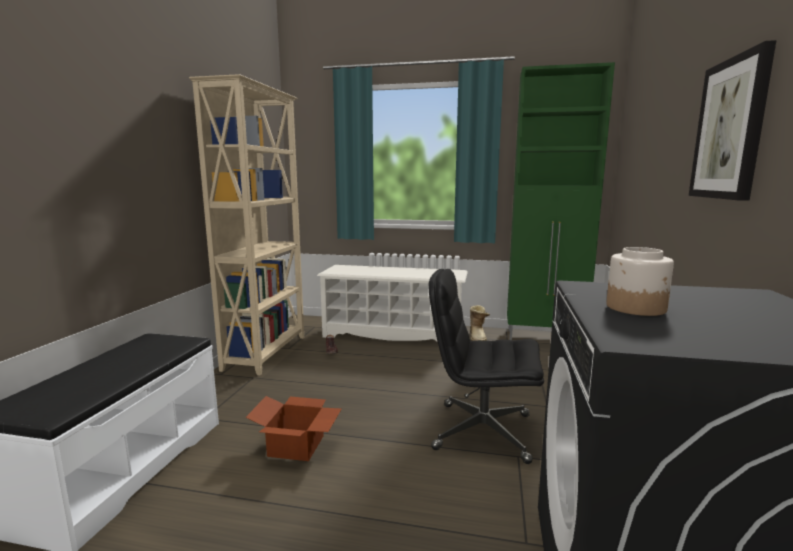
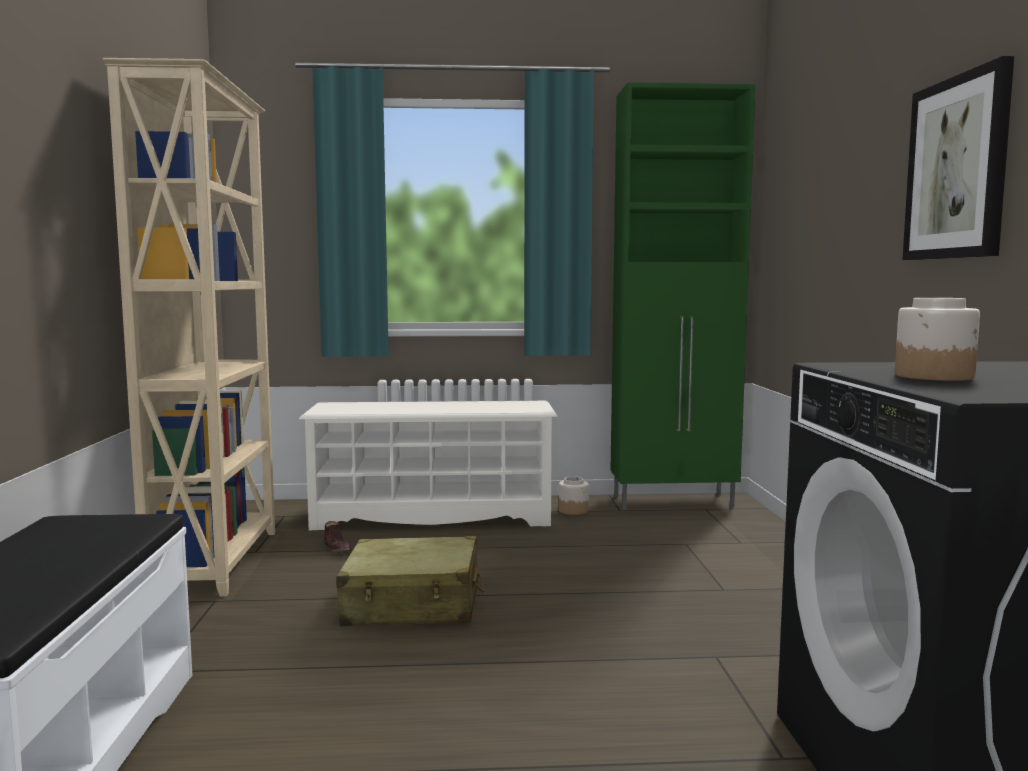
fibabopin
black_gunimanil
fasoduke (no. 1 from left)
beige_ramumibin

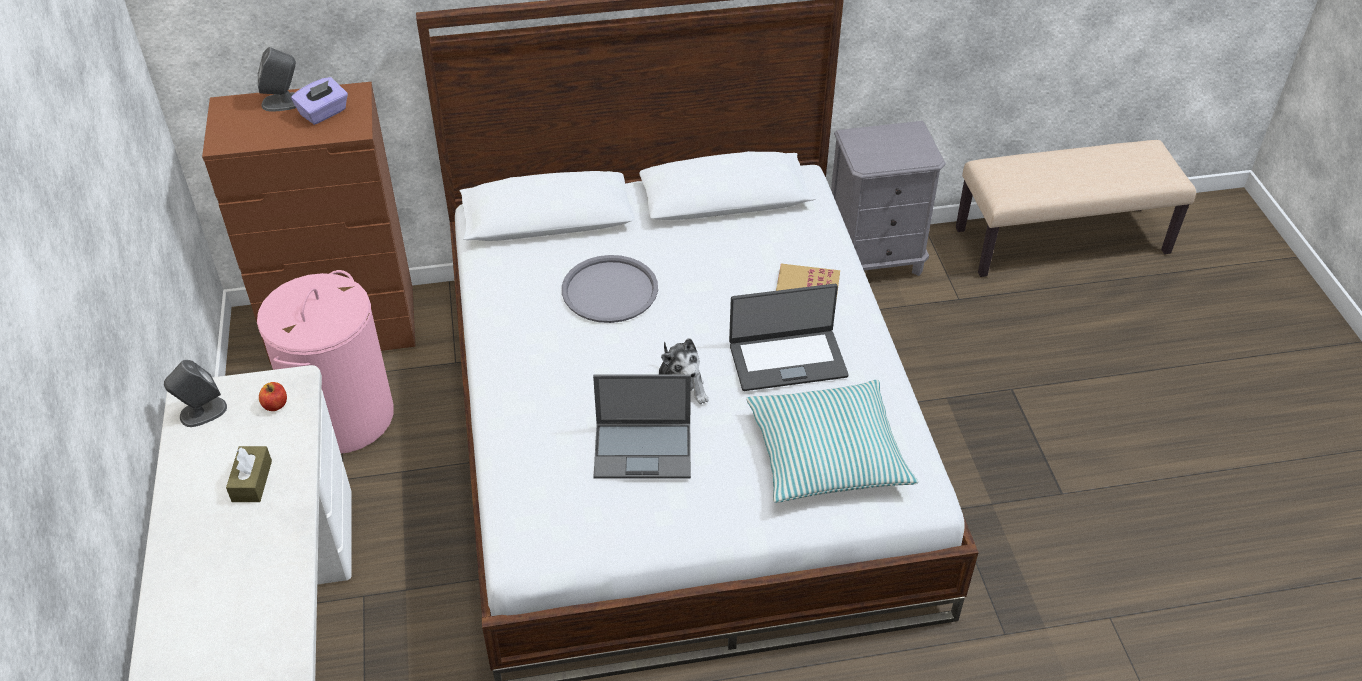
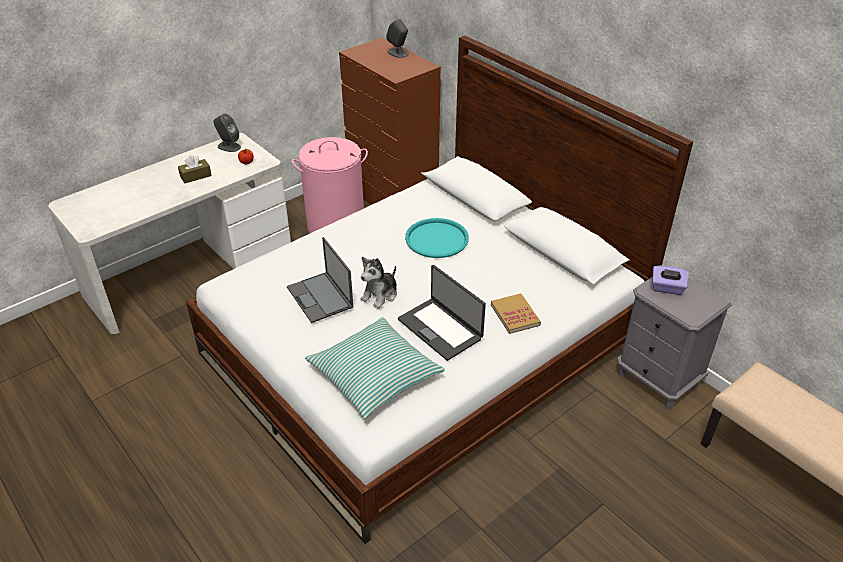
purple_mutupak
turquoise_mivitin

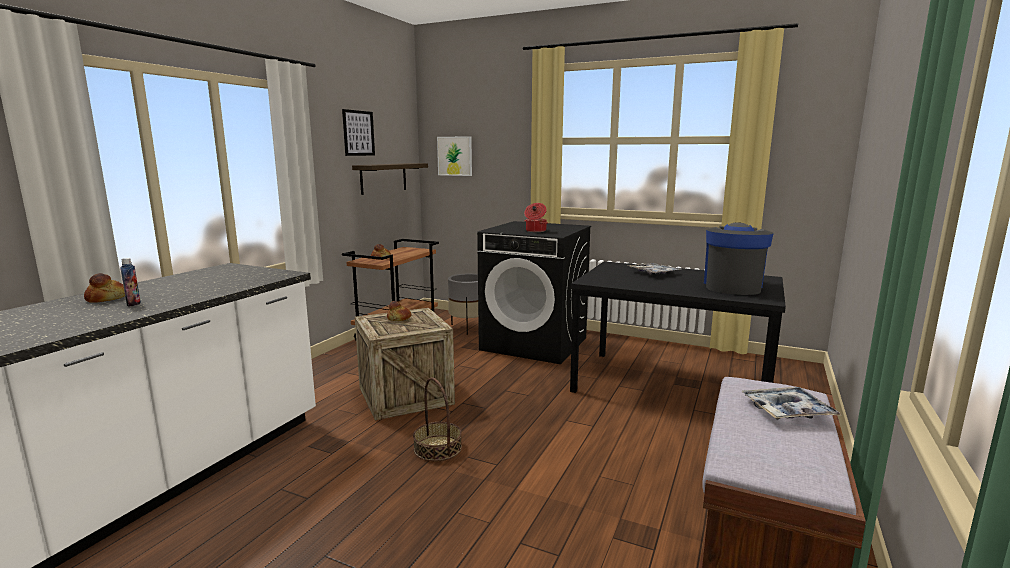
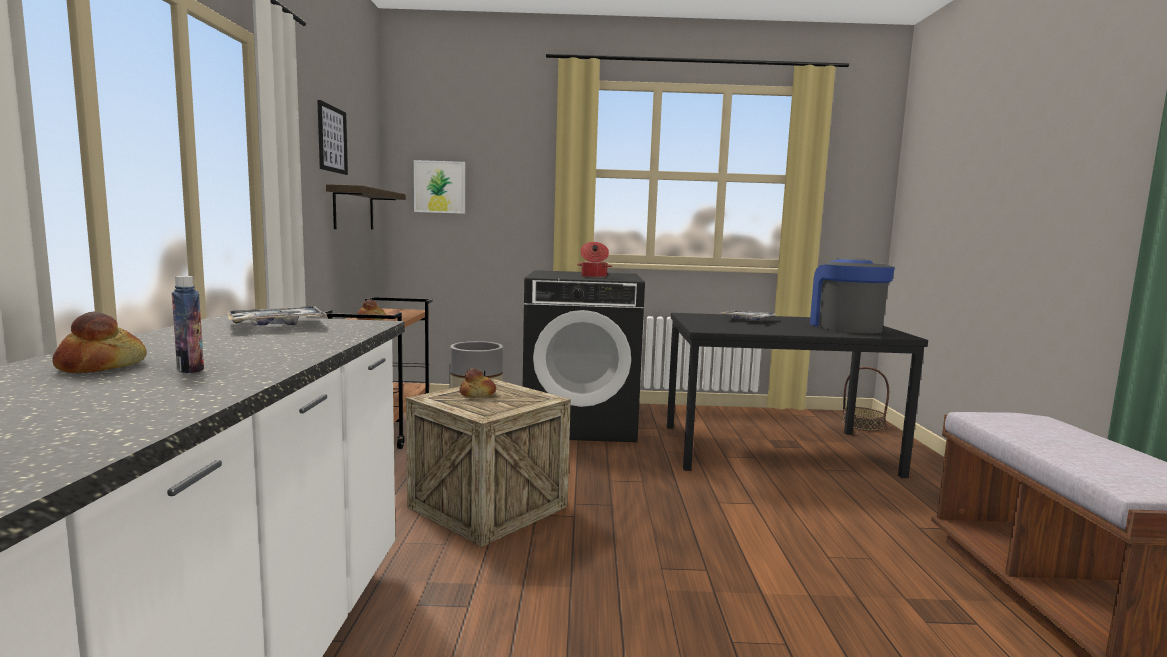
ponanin
mivitin (no. 1 from left)

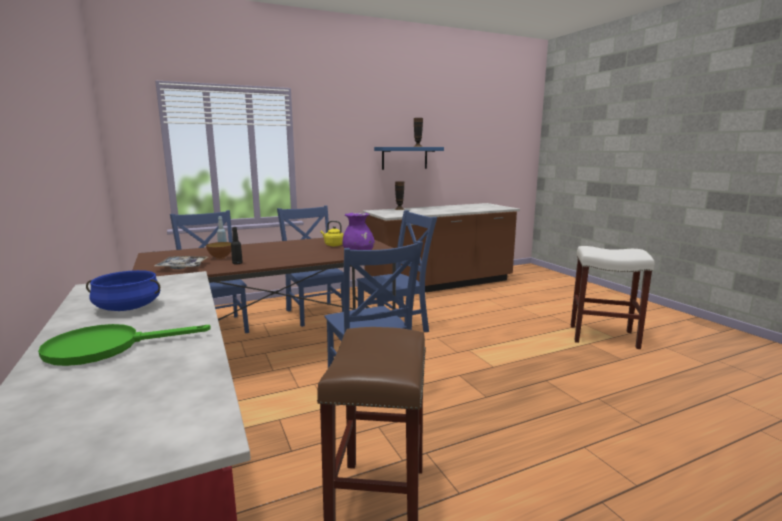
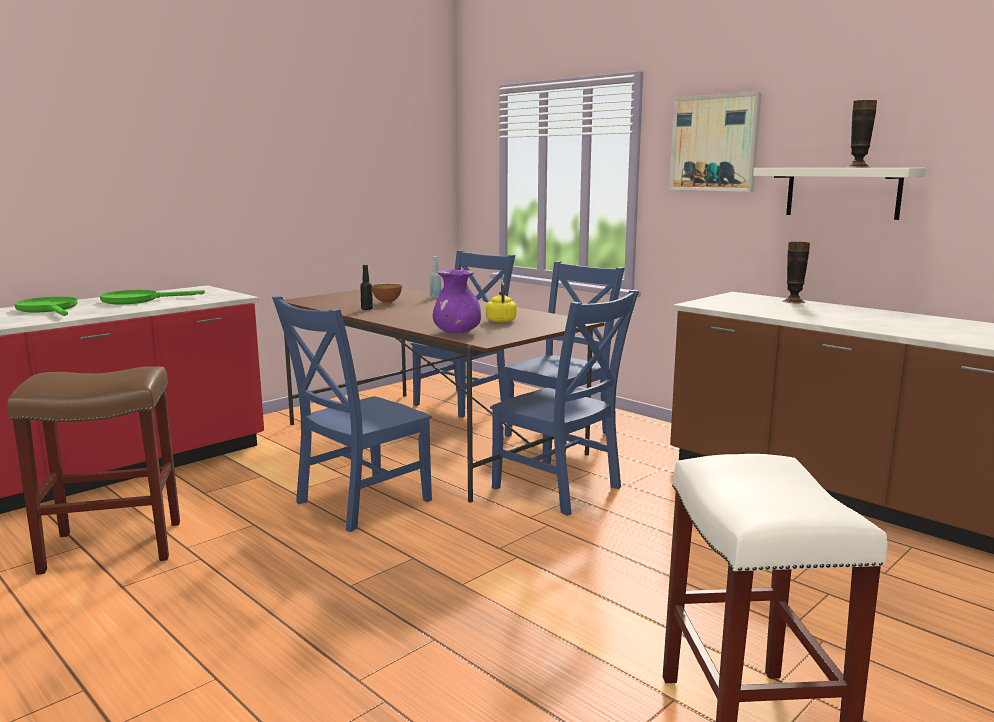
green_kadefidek (no. 2 from left)
mivitin
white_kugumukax
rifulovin

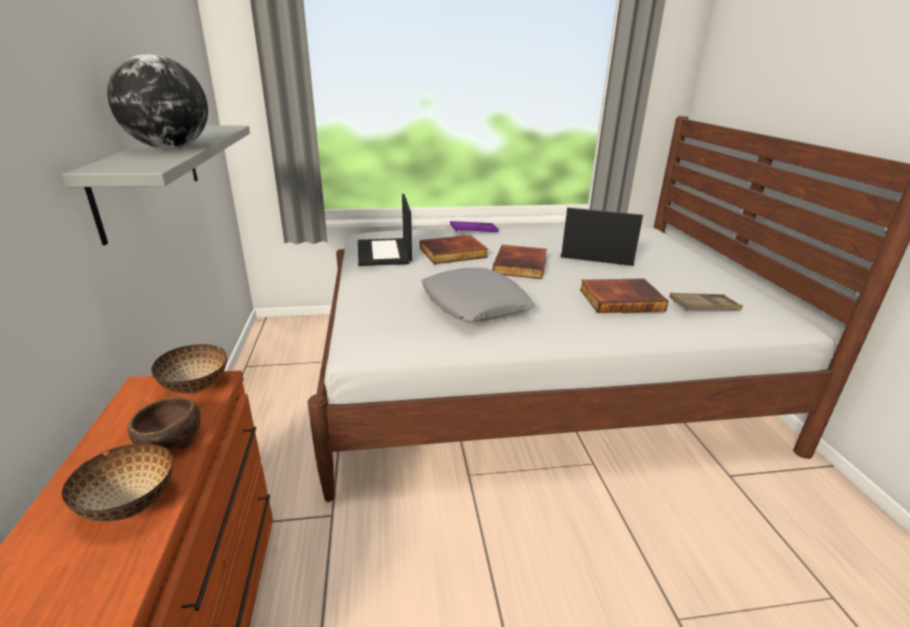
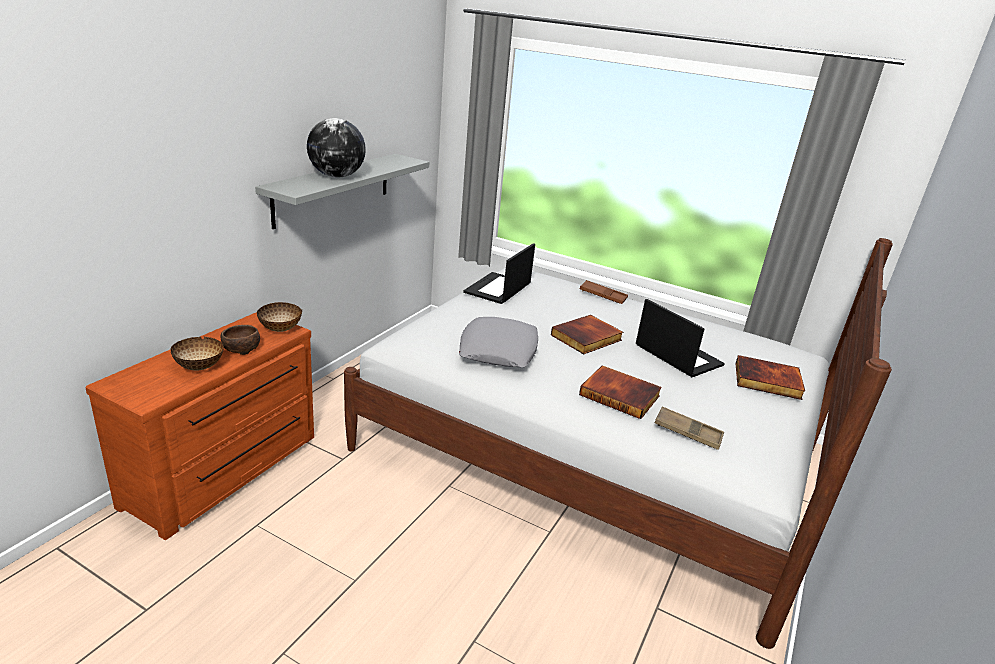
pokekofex (no. 3 from left)
brown_mivitin (no. 1 from left)

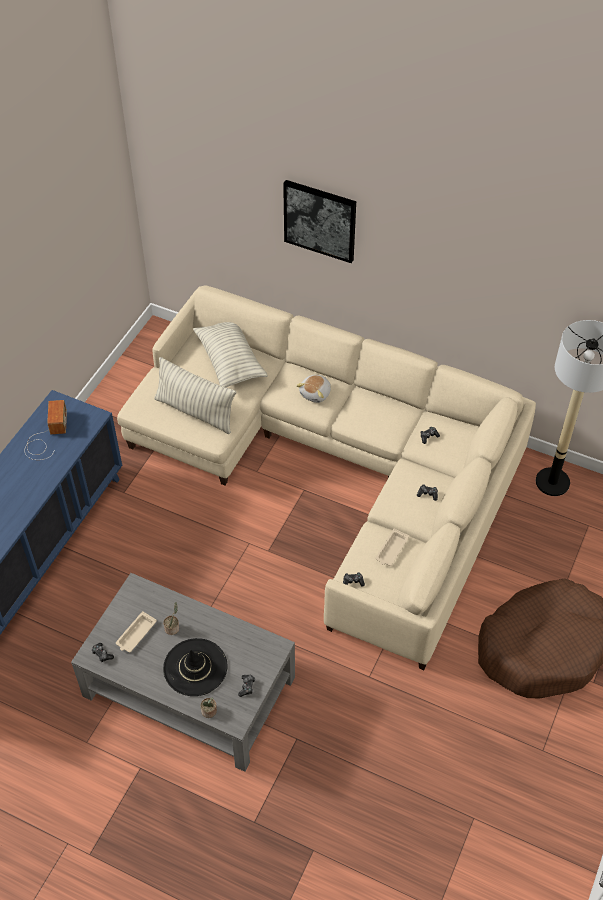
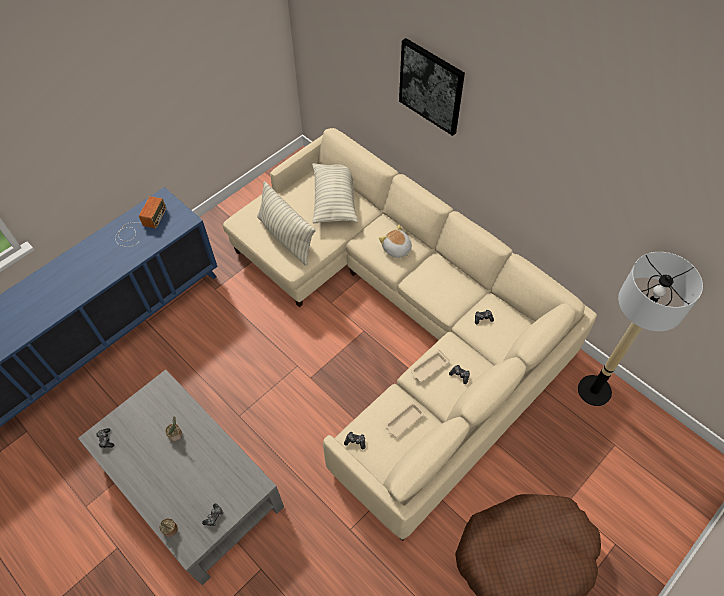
beige_mivitin (no. 2 from left)
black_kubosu
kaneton

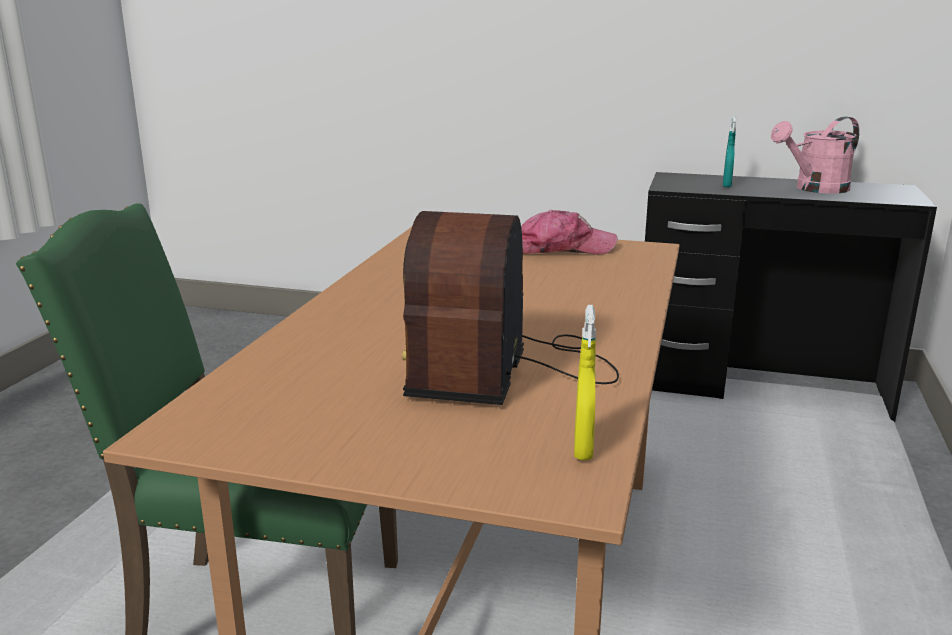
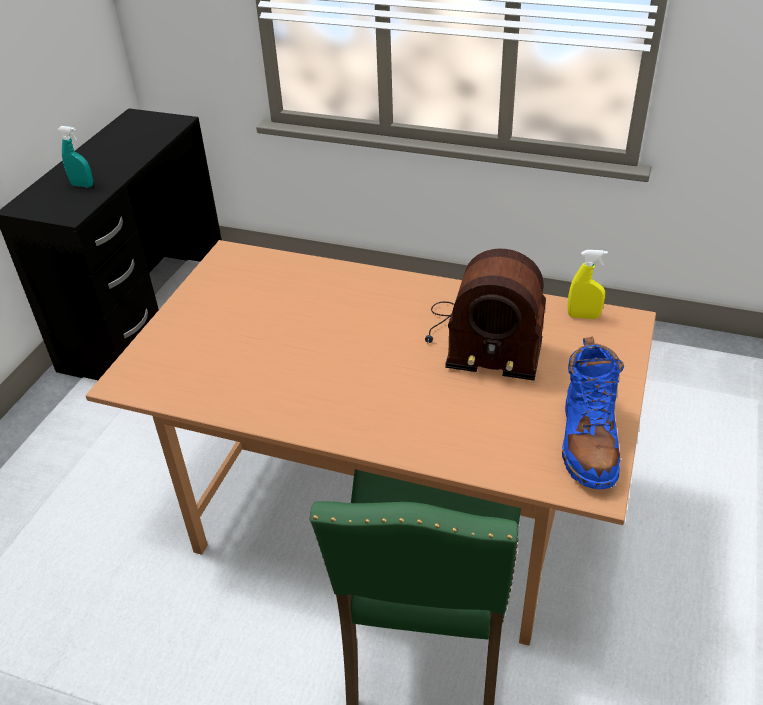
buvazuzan
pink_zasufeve
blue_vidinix

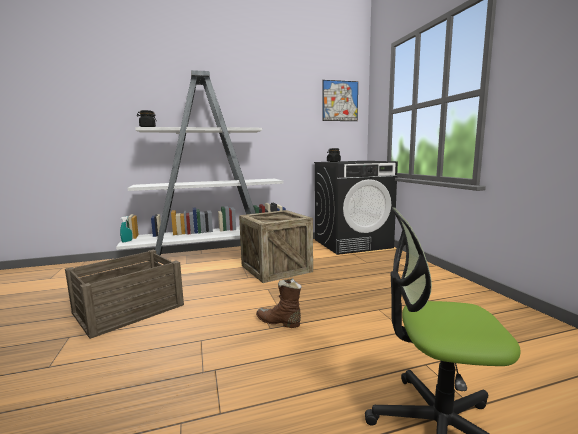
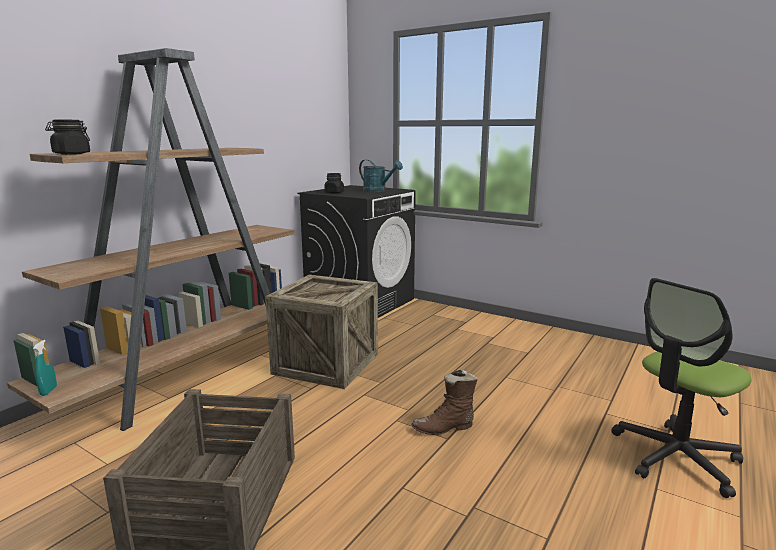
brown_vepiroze
rifulovin
turquoise_zasufeve

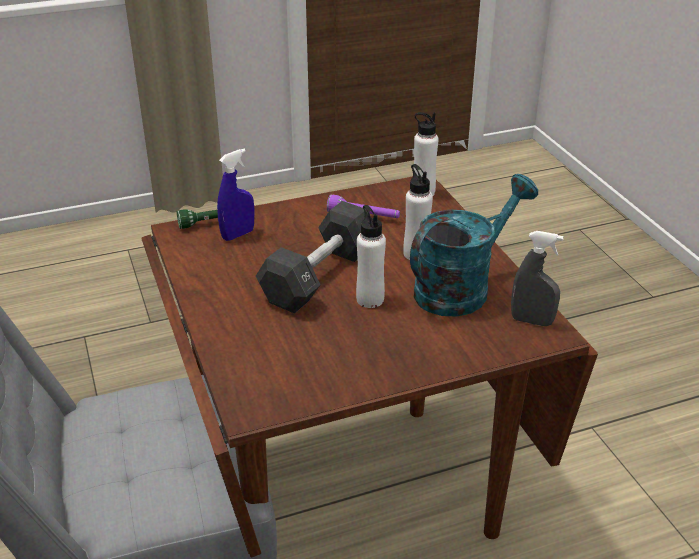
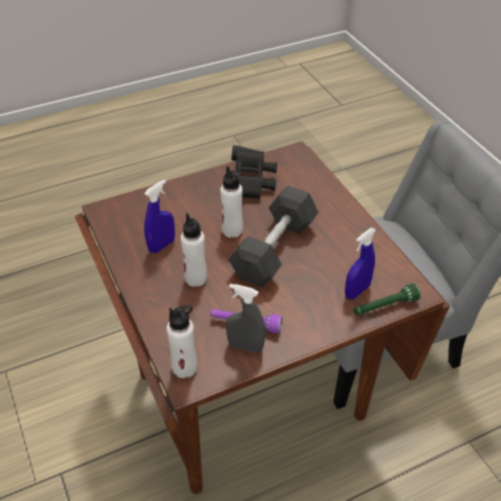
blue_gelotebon (no. 1 from left)
grey_gelotebon
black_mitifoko

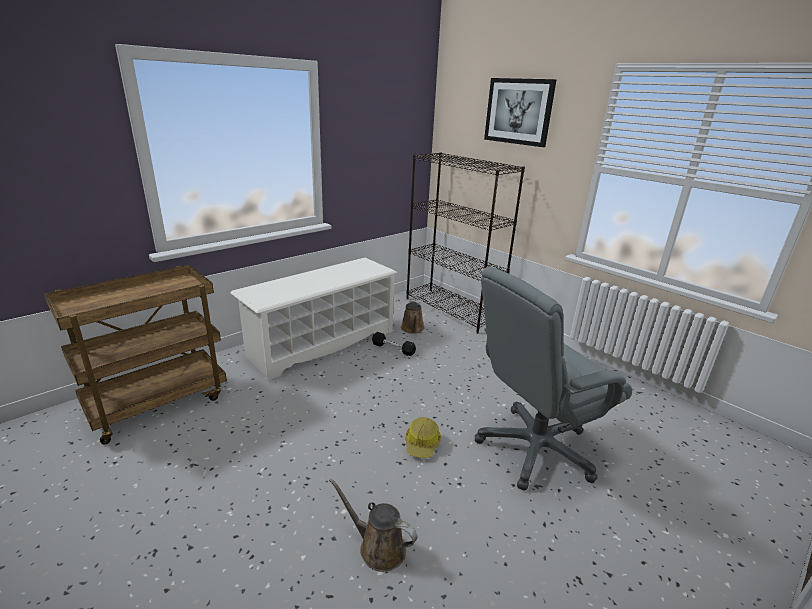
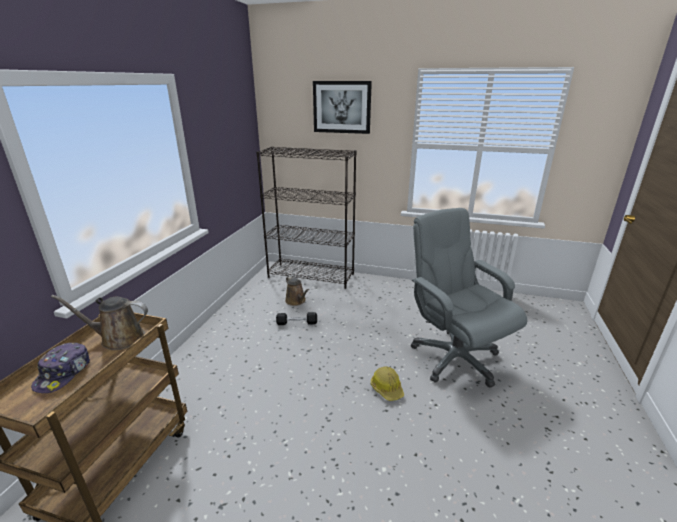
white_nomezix
brown_zasufeve (no. 1 from left)
grey_gunimanil
buvazuzan

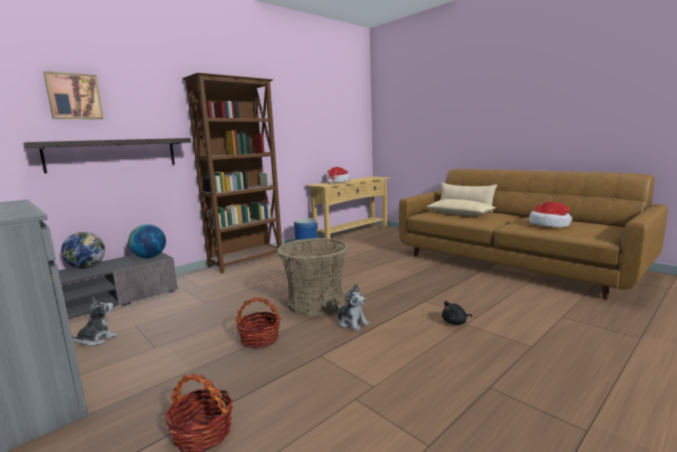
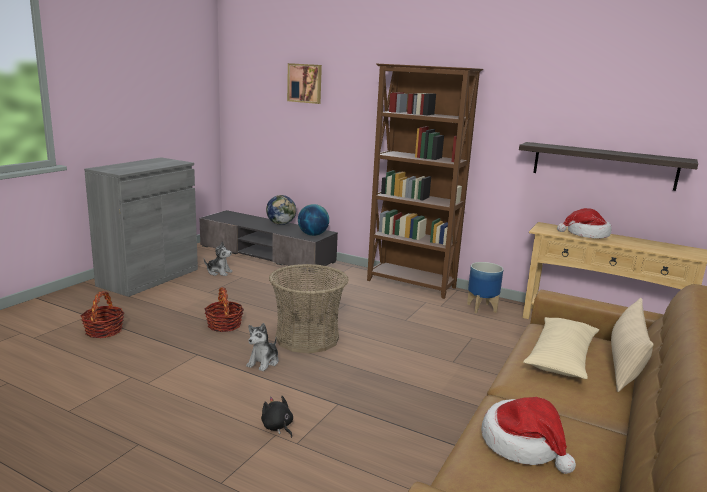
kugumukax

